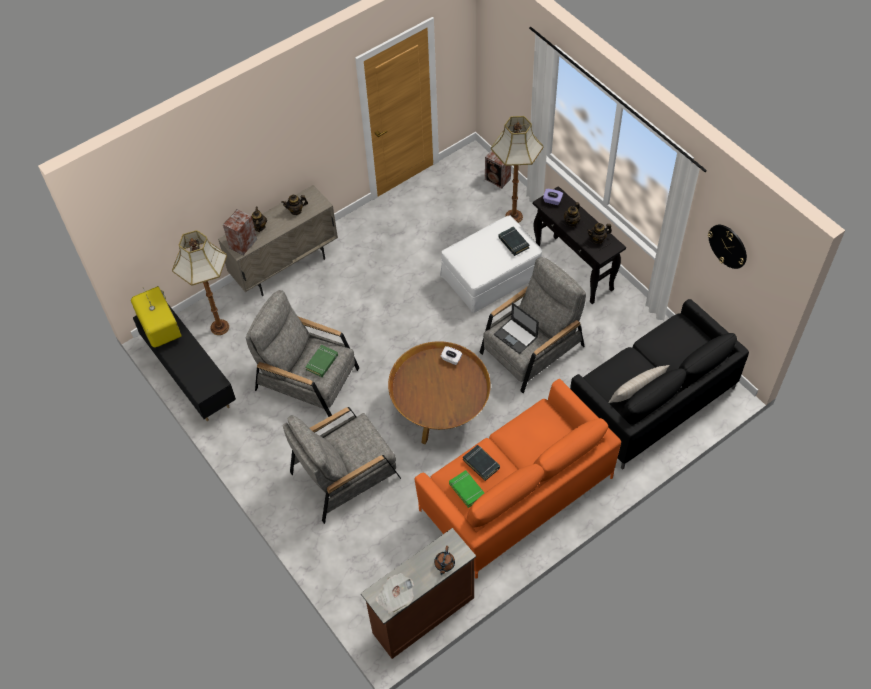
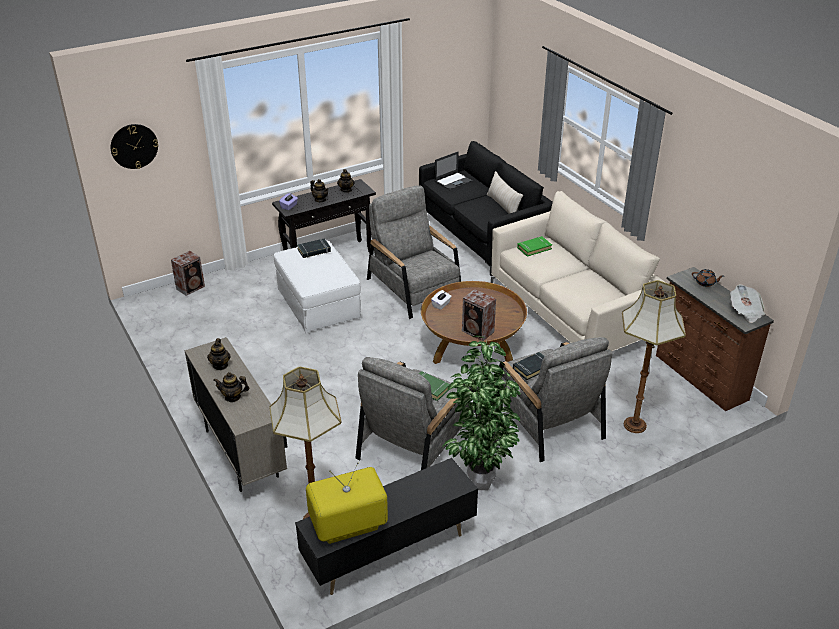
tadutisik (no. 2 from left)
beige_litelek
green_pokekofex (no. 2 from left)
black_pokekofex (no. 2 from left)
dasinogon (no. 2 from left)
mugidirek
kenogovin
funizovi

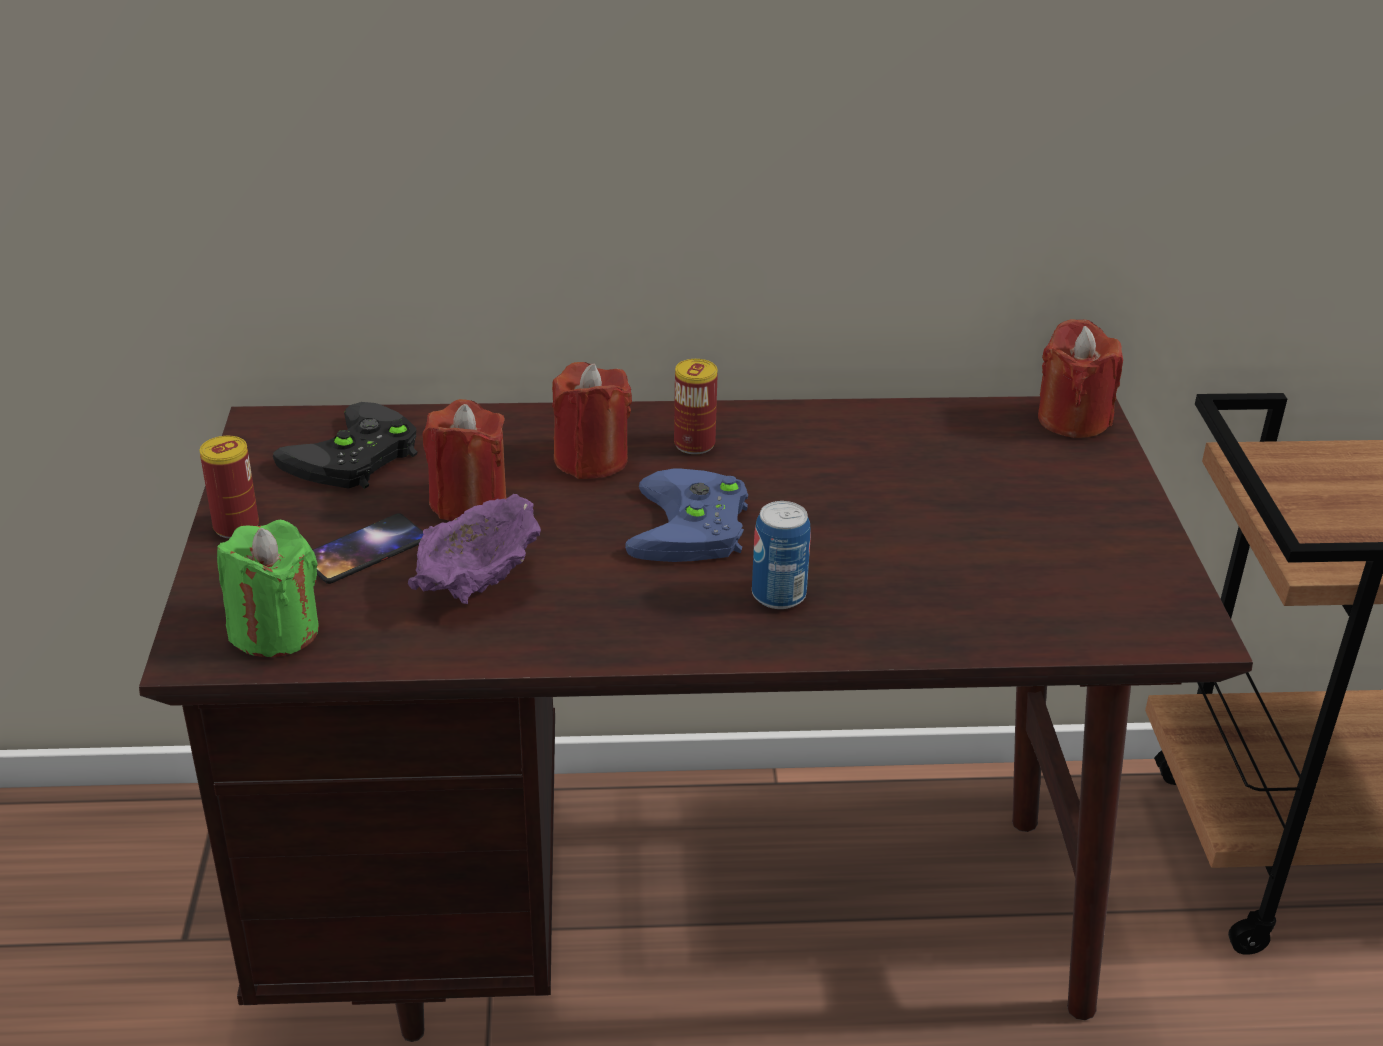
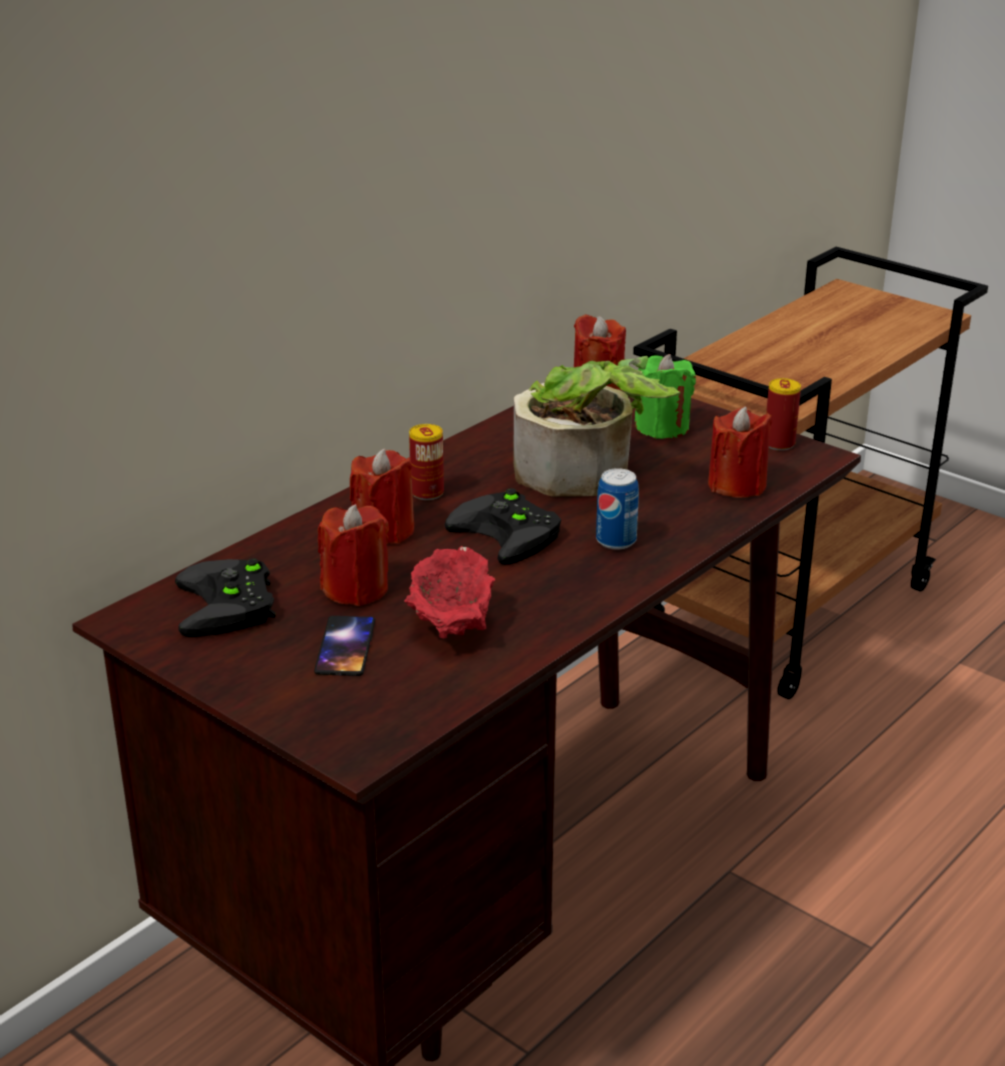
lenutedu (no. 3 from left)
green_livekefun
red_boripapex
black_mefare (no. 2 from left)
funizovi
red_livekefun (no. 4 from left)

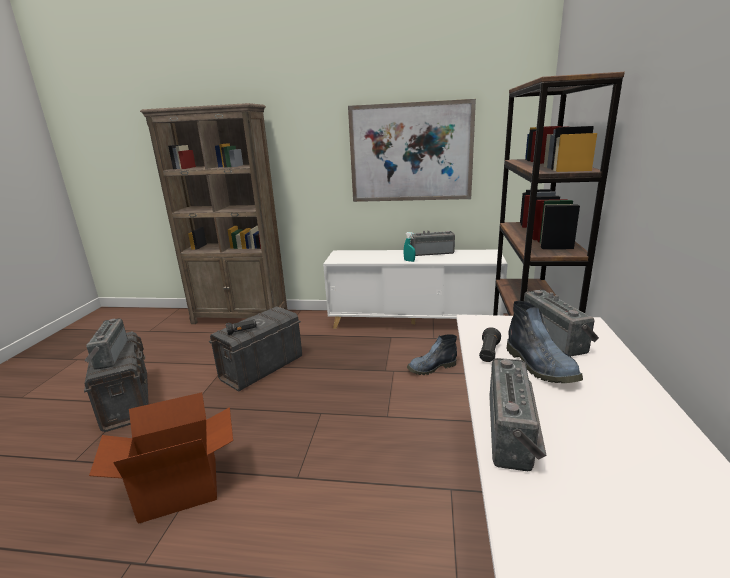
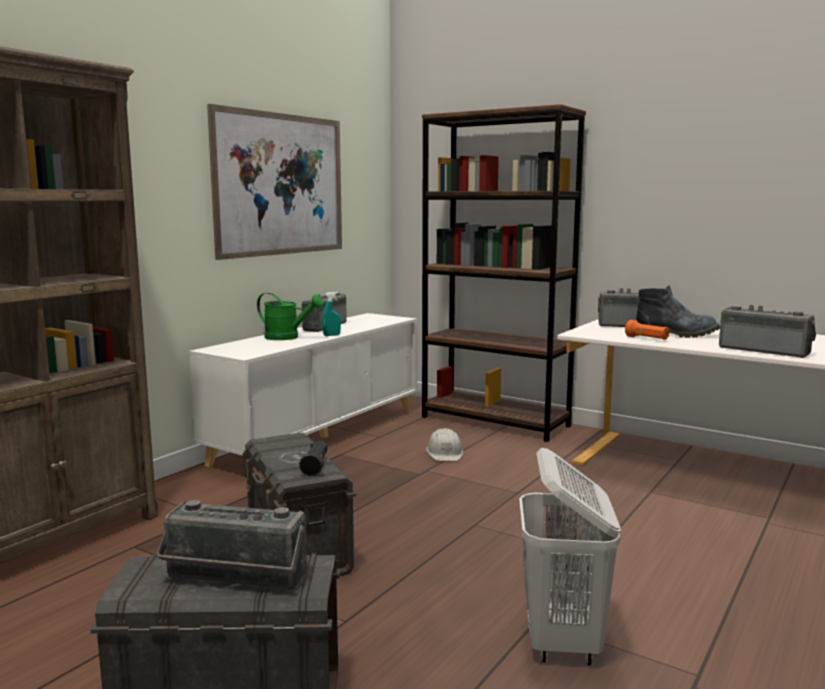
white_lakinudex
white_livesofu
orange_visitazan
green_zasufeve

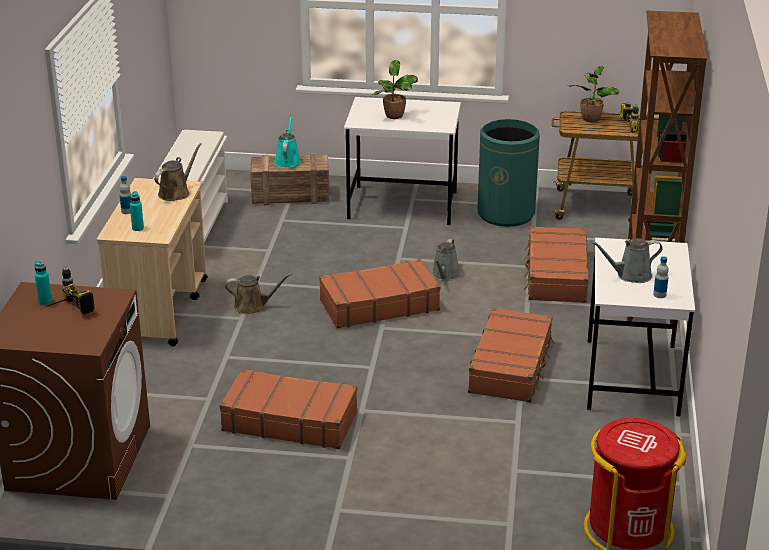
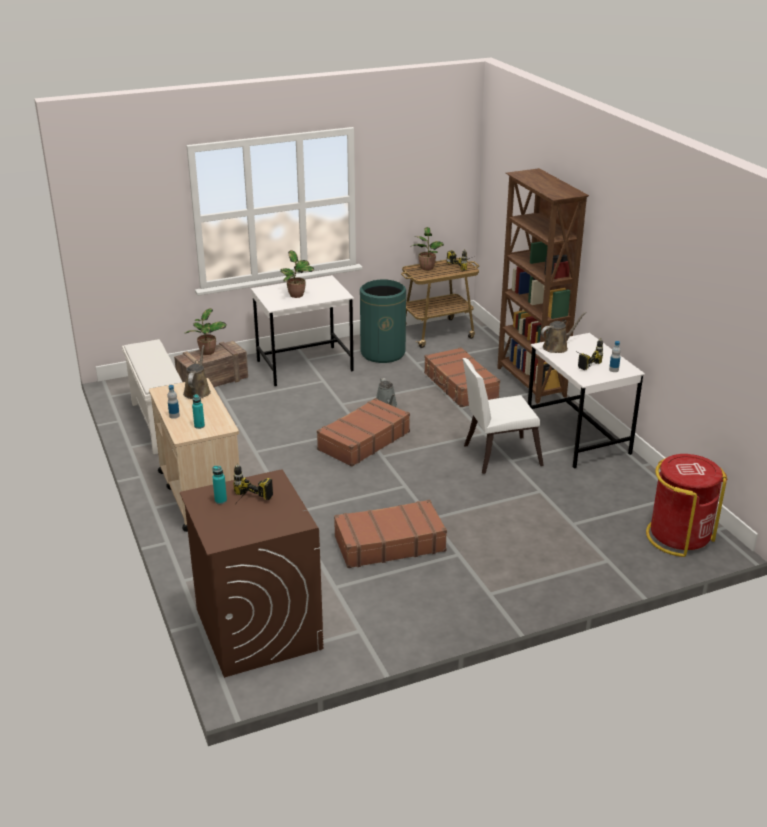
brown_zasufeve (no. 2 from left)
funizovi (no. 1 from left)
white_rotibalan
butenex (no. 3 from left)

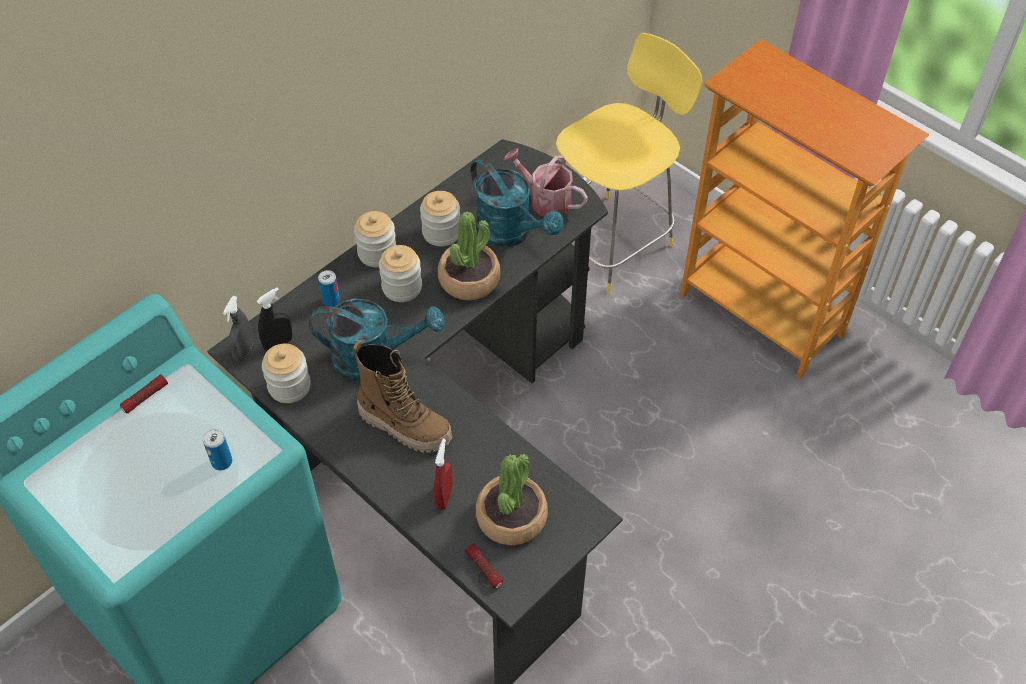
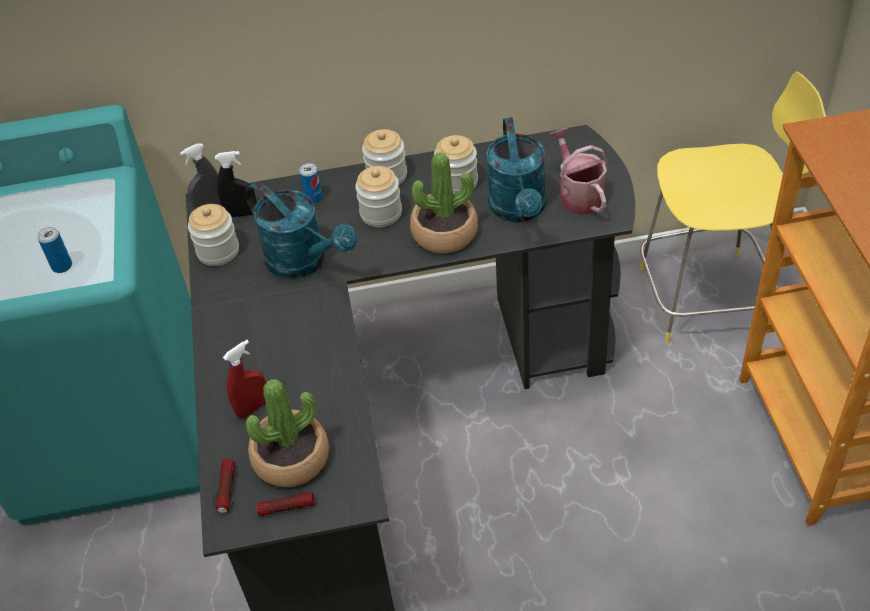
visitazan (no. 2 from left)
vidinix

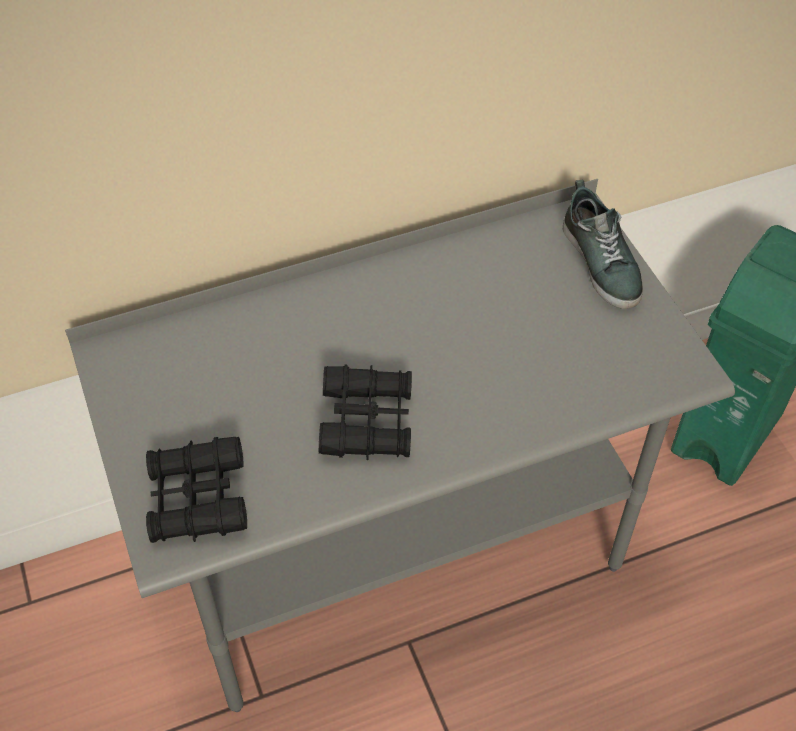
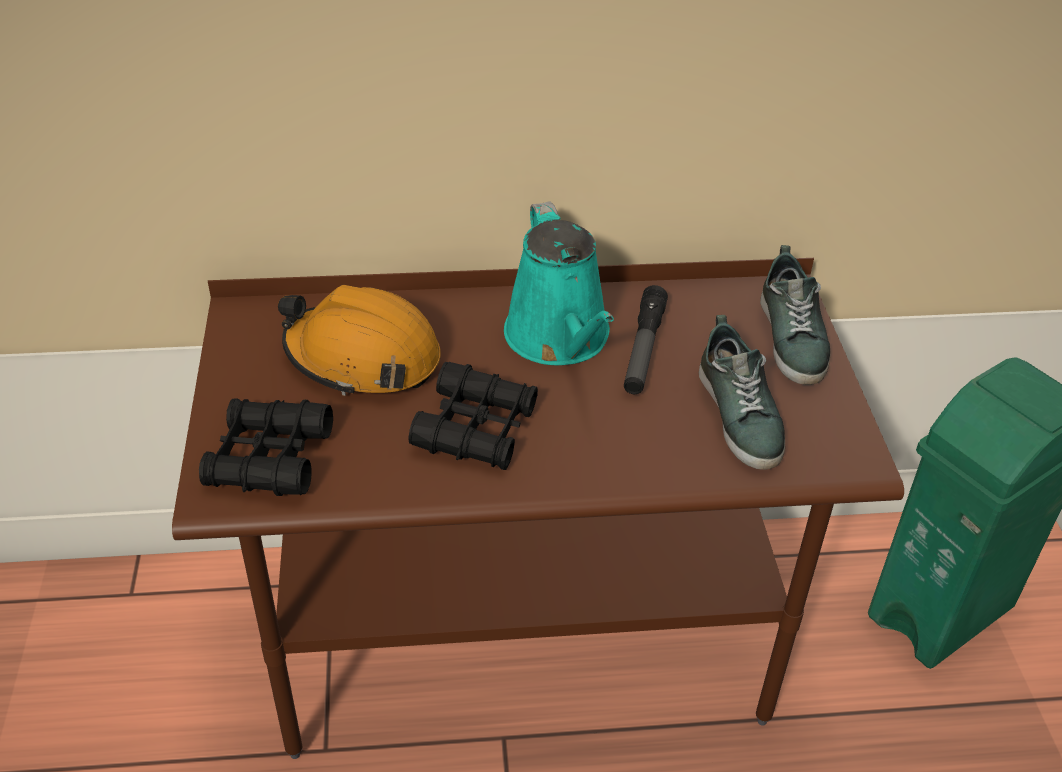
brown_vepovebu
orange_livesofu
turquoise_zasufeve
visitazan
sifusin (no. 1 from left)

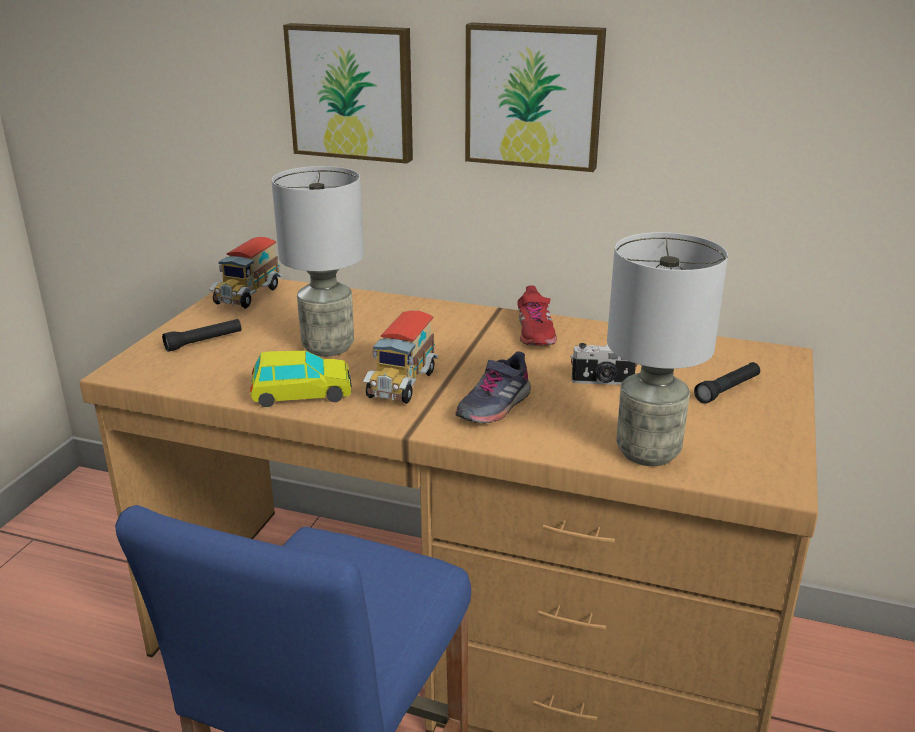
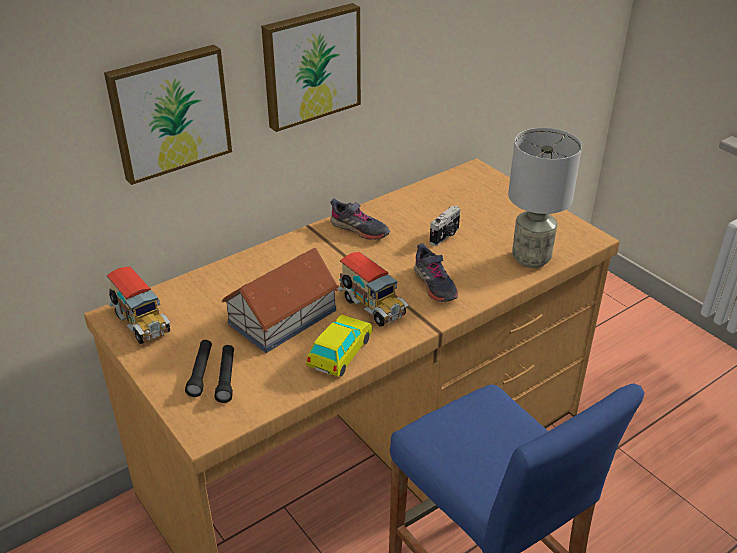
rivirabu
grey_sifusin (no. 1 from left)
black_visitazan (no. 2 from left)

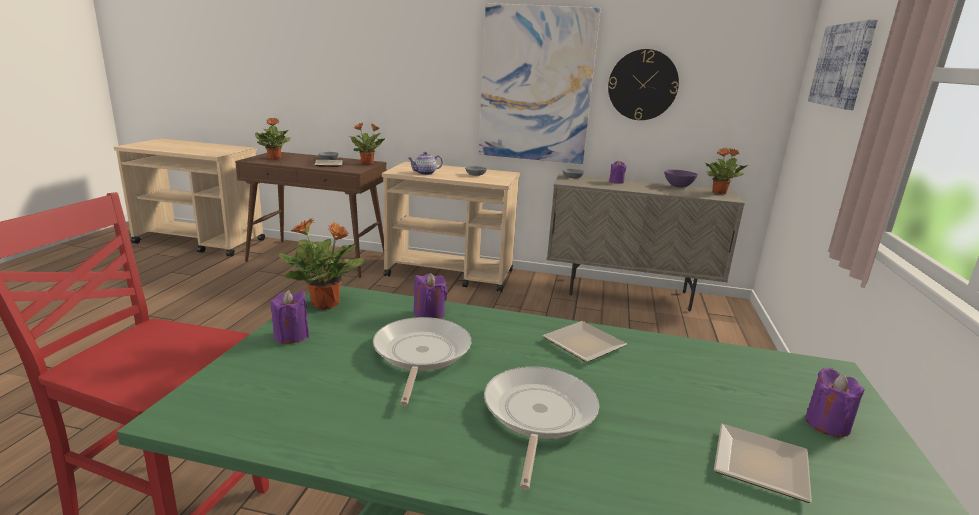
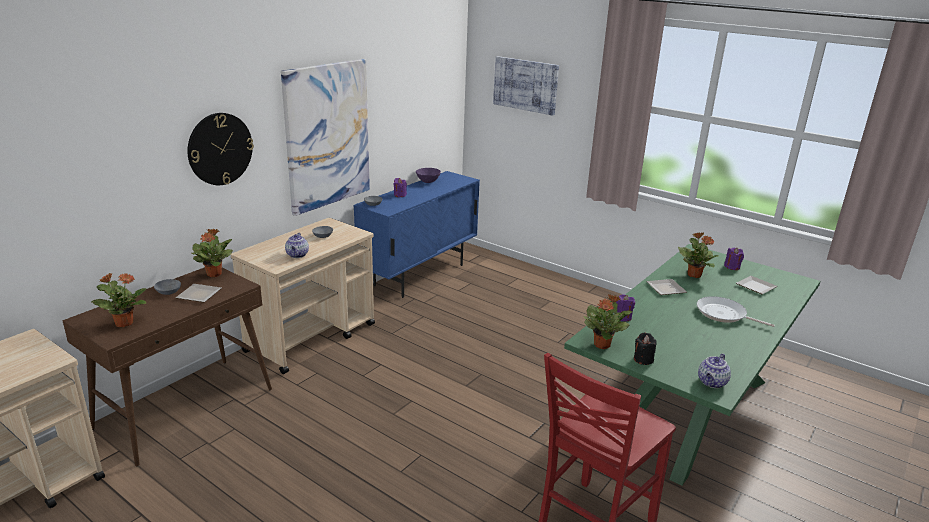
black_livekefun
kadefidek (no. 1 from left in the first image)
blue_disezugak
kenogovin
funizovi (no. 4 from left)
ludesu (no. 2 from left)

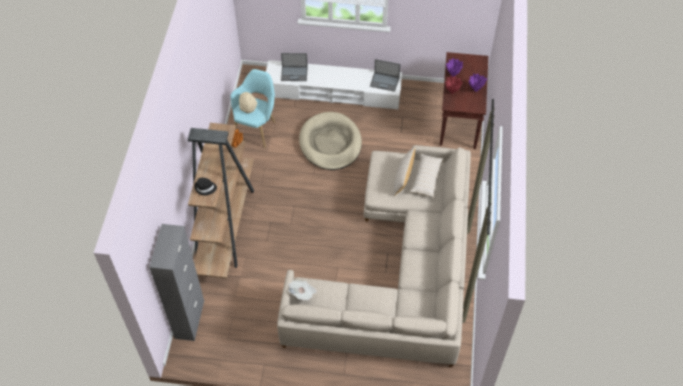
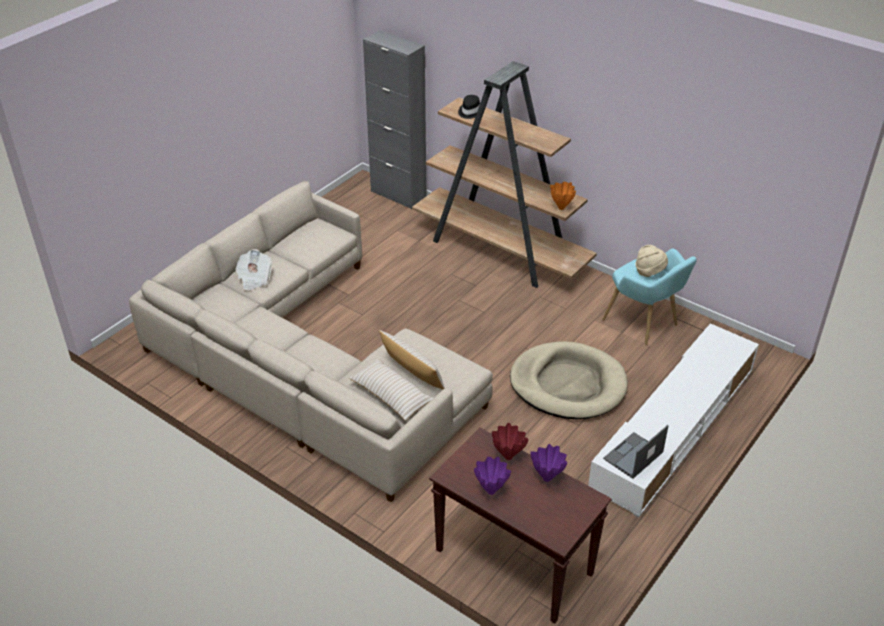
mugidirek (no. 1 from left in the first image)
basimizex

